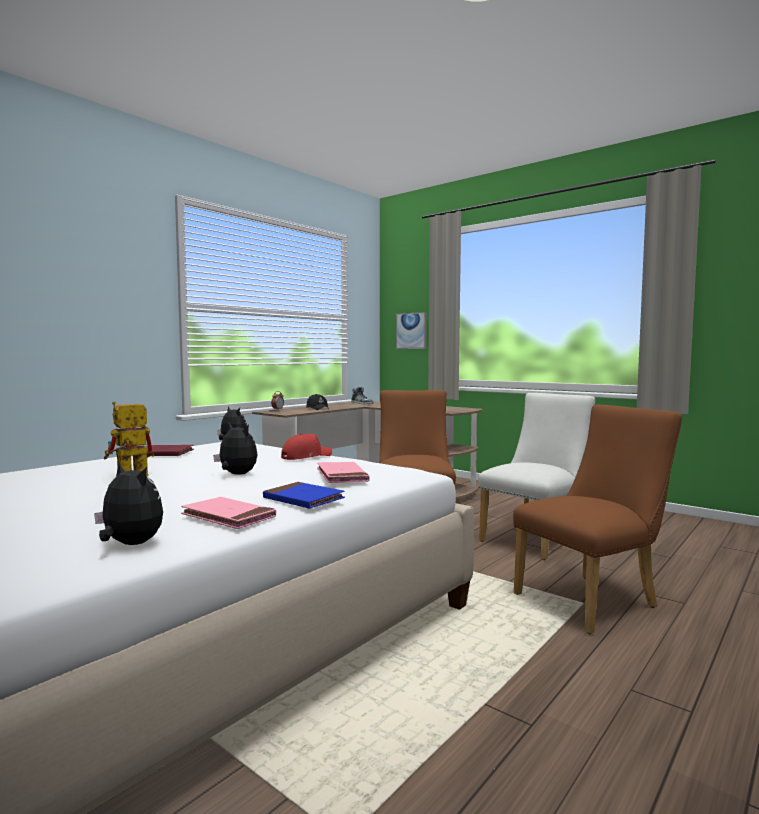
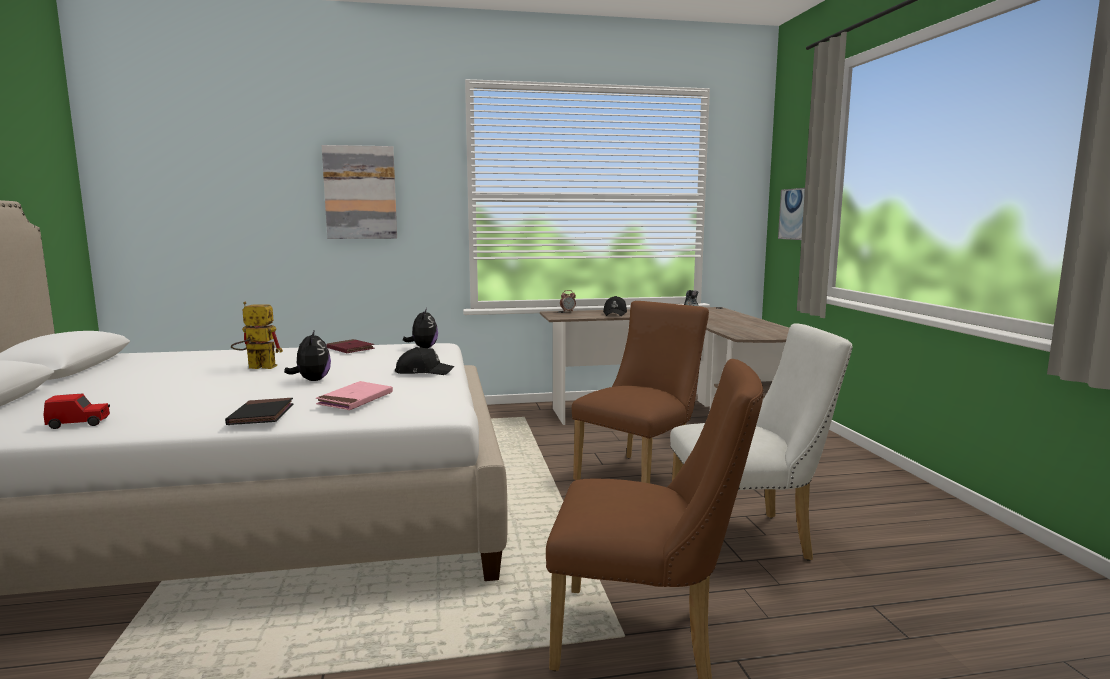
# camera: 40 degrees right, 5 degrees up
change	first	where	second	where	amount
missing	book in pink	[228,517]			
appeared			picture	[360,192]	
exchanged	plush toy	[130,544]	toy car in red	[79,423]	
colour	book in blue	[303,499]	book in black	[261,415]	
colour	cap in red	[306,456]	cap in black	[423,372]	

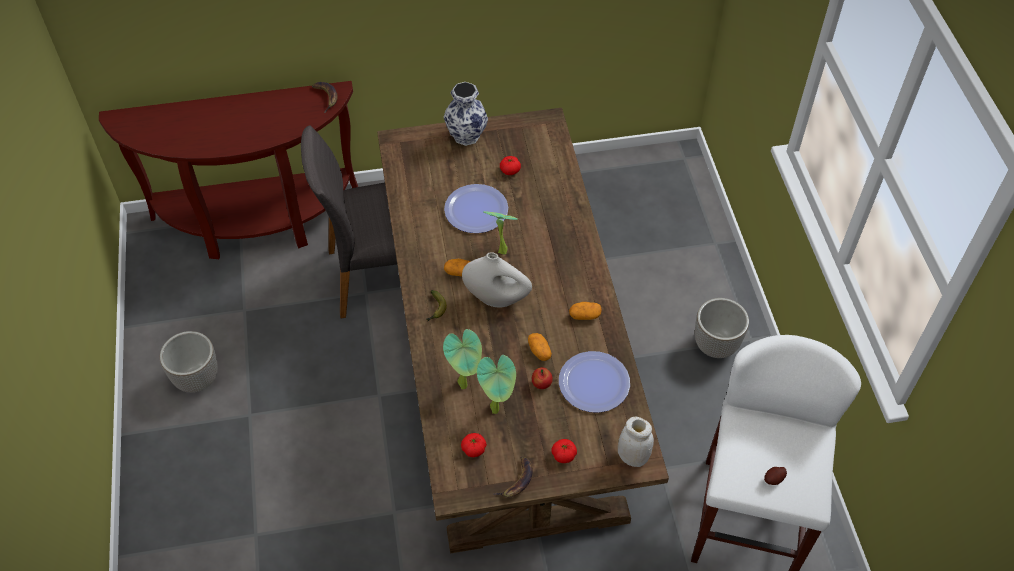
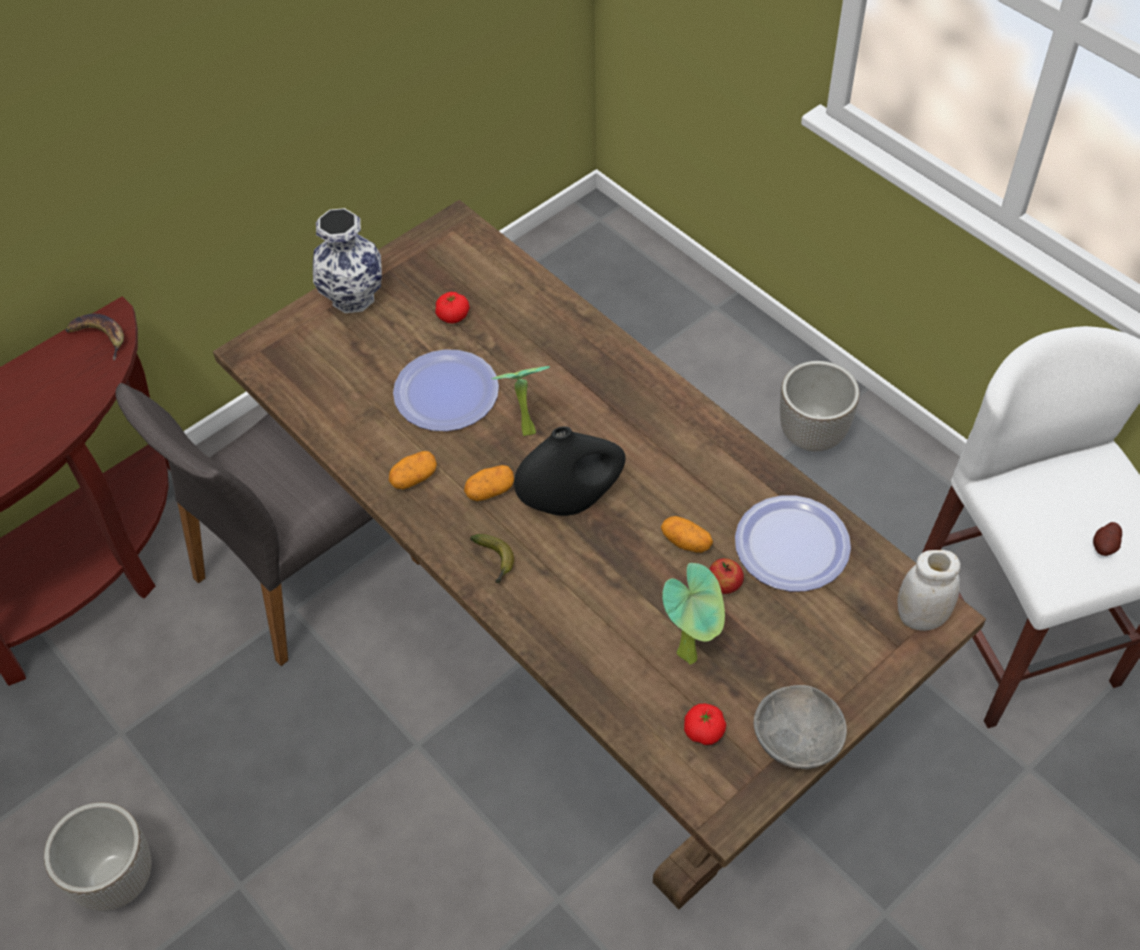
# camera: 30 degrees left, 0 degrees up
change	first	where	second	where	amount
missing	potted plant	[465,384]			
missing	tomato	[563,455]			
relocated	potato	[584,315]		[414,478]	
exchanged	banana	[517,481]	bowl in grey	[798,740]	
colour	vase in white	[497,298]	vase in black	[571,500]	

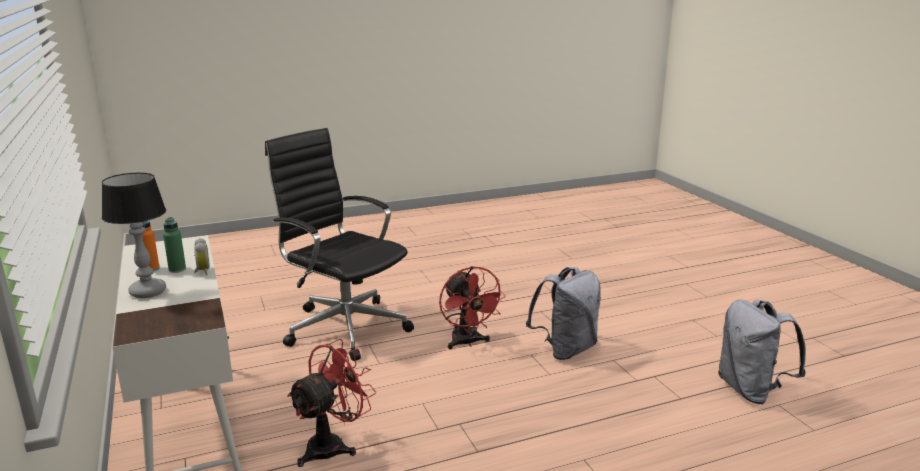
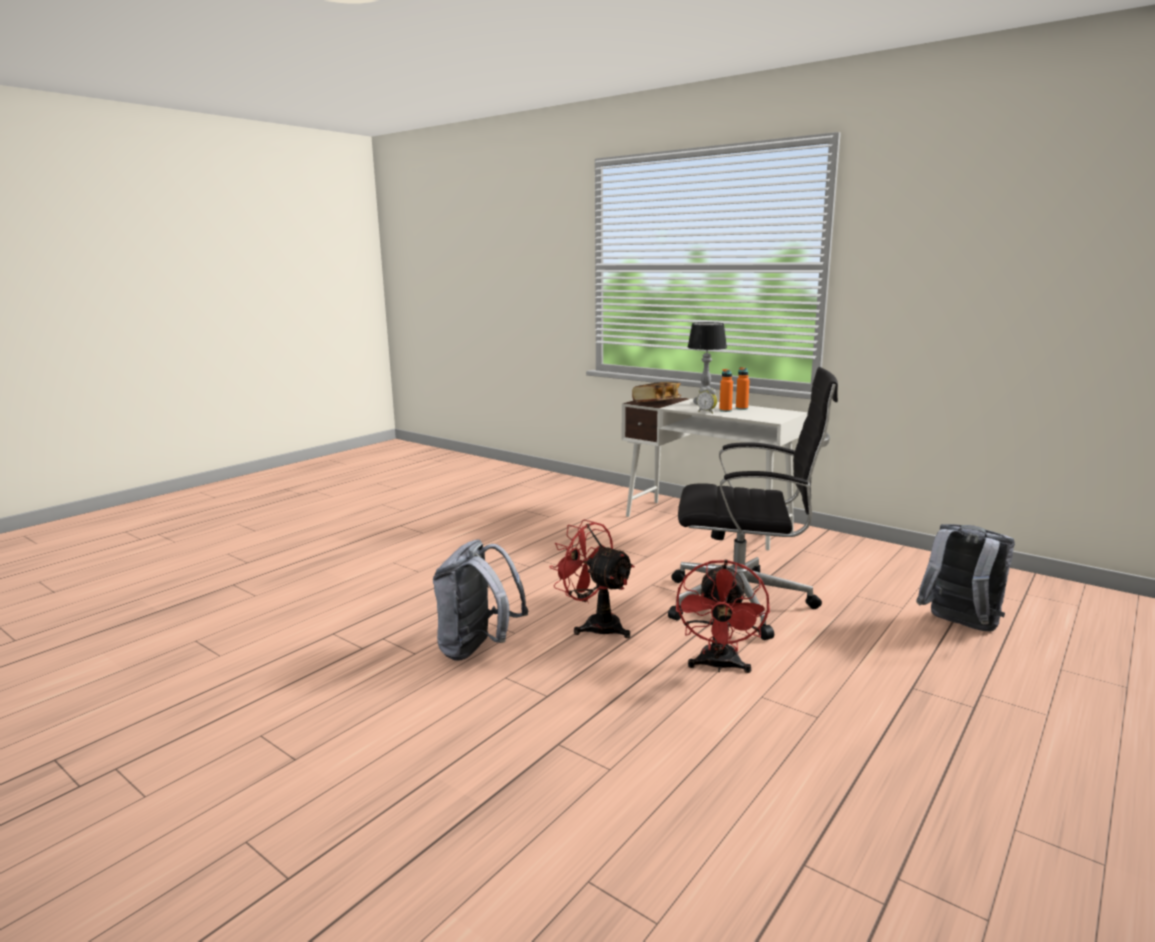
# camera: 150 degrees right, 5 degrees down
change	first	where	second	where	amount
appeared			book	[656,402]	
relocated	fan in red	[333,445]		[719,666]	
relocated	backpack in grey	[751,390]		[959,626]	
colour	bottle in green	[177,269]	bottle in orange	[725,410]	

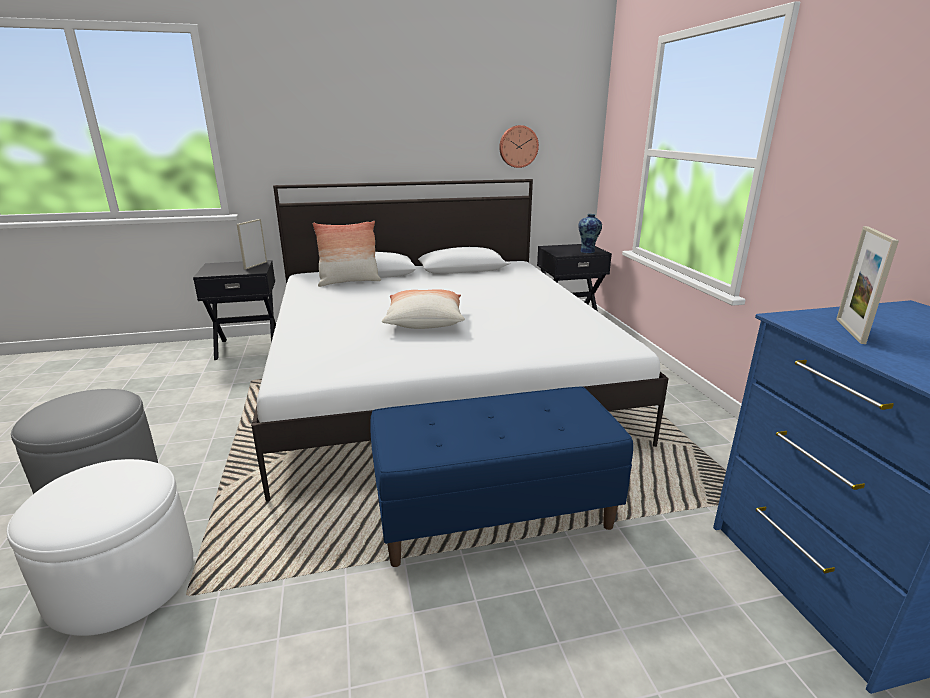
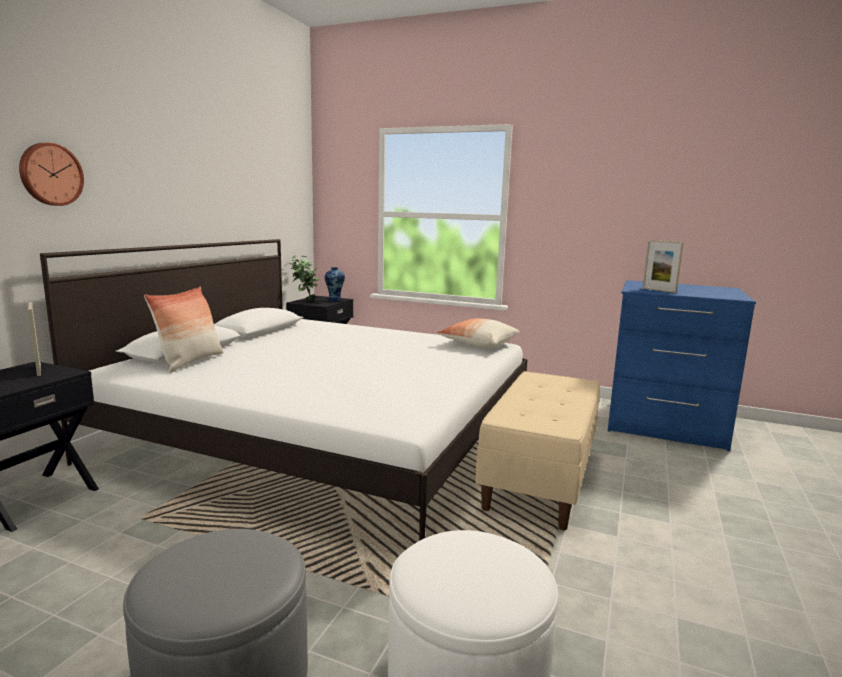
# camera: 55 degrees left, 10 degrees down
change	first	where	second	where	amount
appeared			potted plant	[304,301]	
relocated	pillow	[424,321]		[478,344]	
relocated	wall clock	[518,146]		[50,174]	
colour	bench in blue	[494,513]	bench in beige	[539,477]	

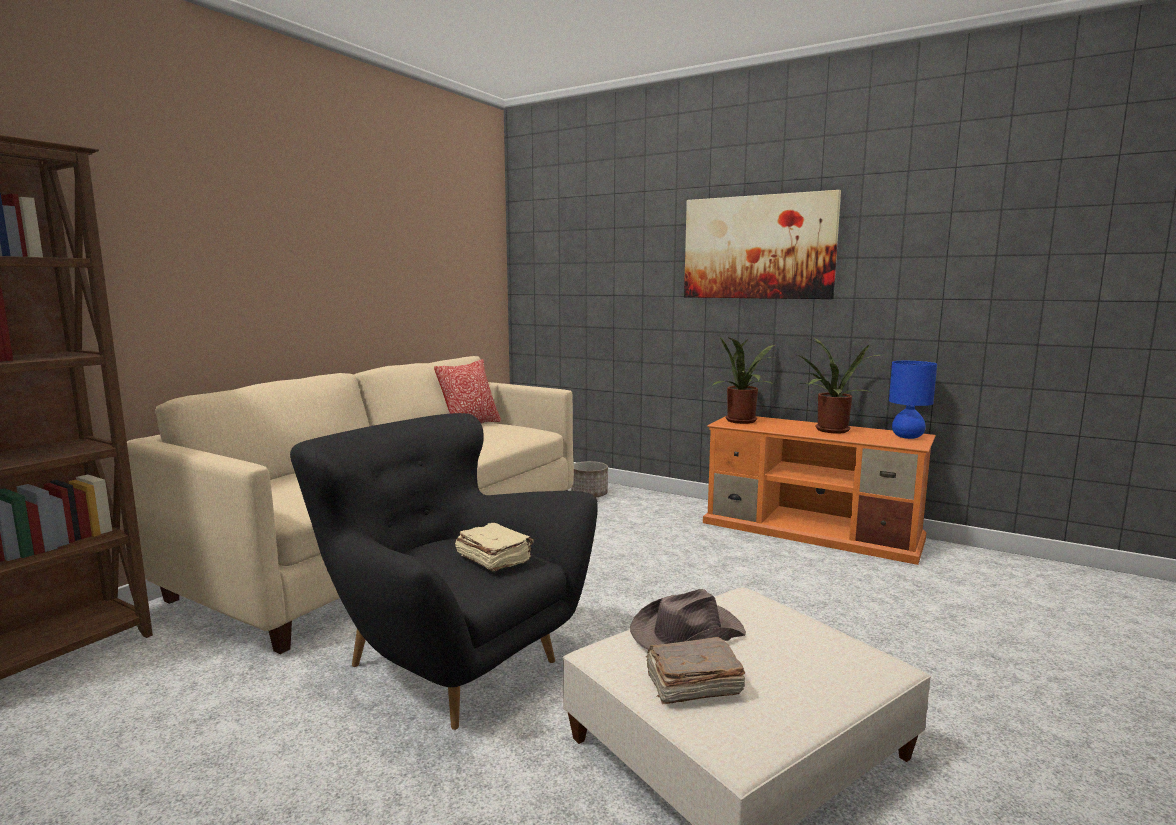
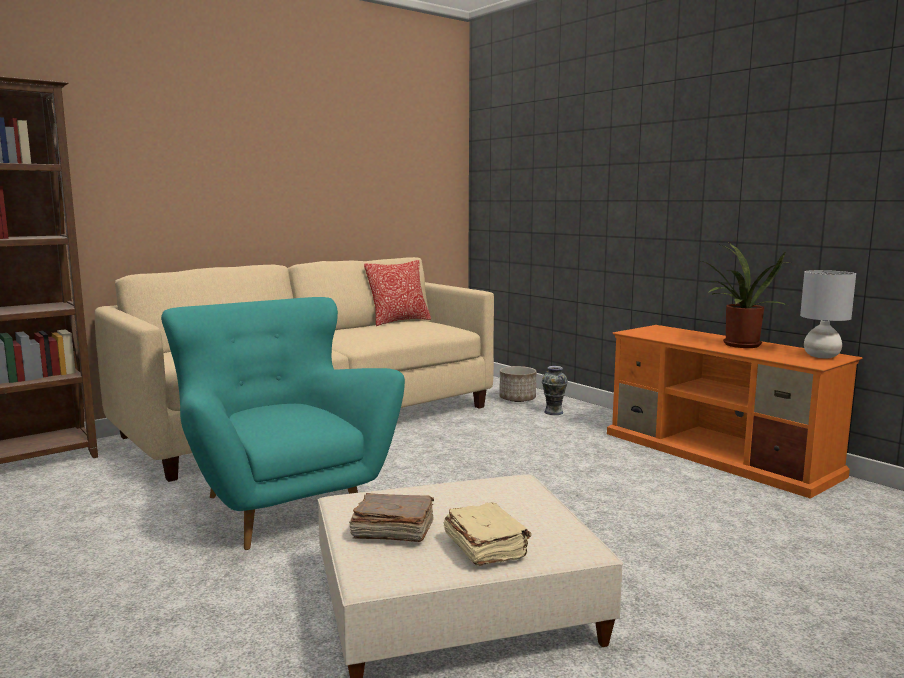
# camera: 20 degrees right, 0 degrees up
change	first	where	second	where	amount
missing	hat in brown	[686,632]			
missing	picture	[758,247]			
missing	potted plant	[743,421]			
appeared			vase	[553,412]	
relocated	book in beige	[494,559]		[485,548]	
colour	armchair in black	[448,662]	armchair in turquoise	[280,506]	
colour	table lamp in blue	[907,436]	table lamp in grey	[821,356]	

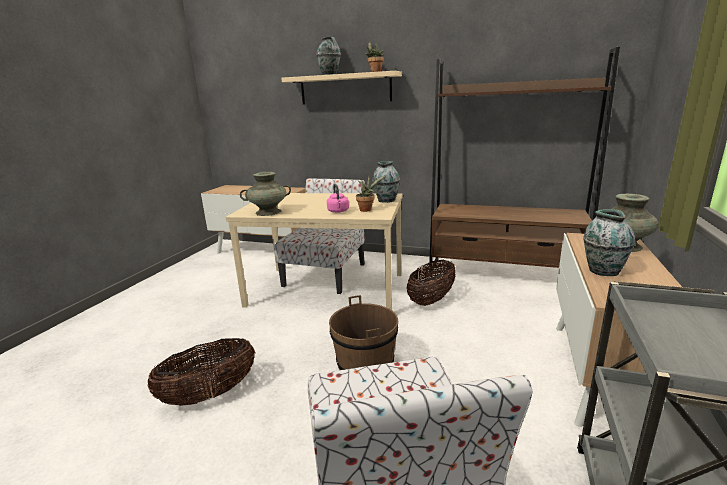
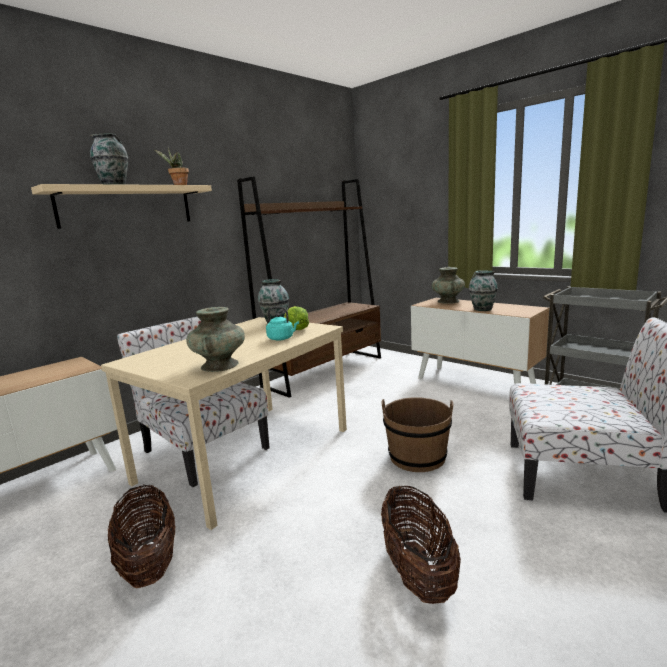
# camera: 65 degrees left, 5 degrees down
change	first	where	second	where	amount
relocated	basket	[431,300]		[149,563]	
exchanged	potted plant	[367,209]	lettuce	[296,330]	
colour	kettle in pink	[338,211]	kettle in turquoise	[282,338]	

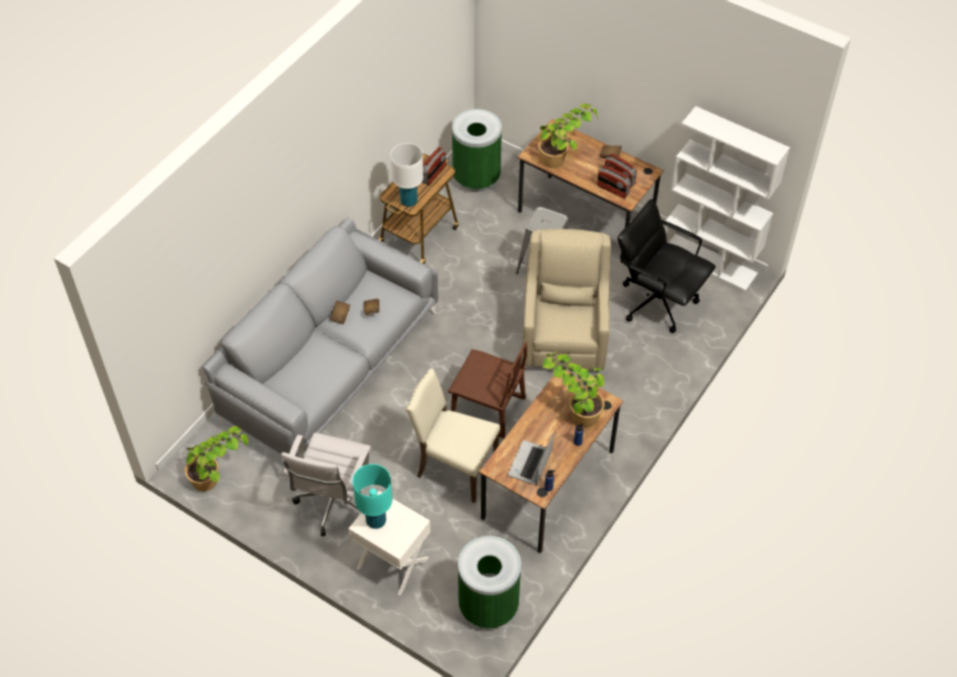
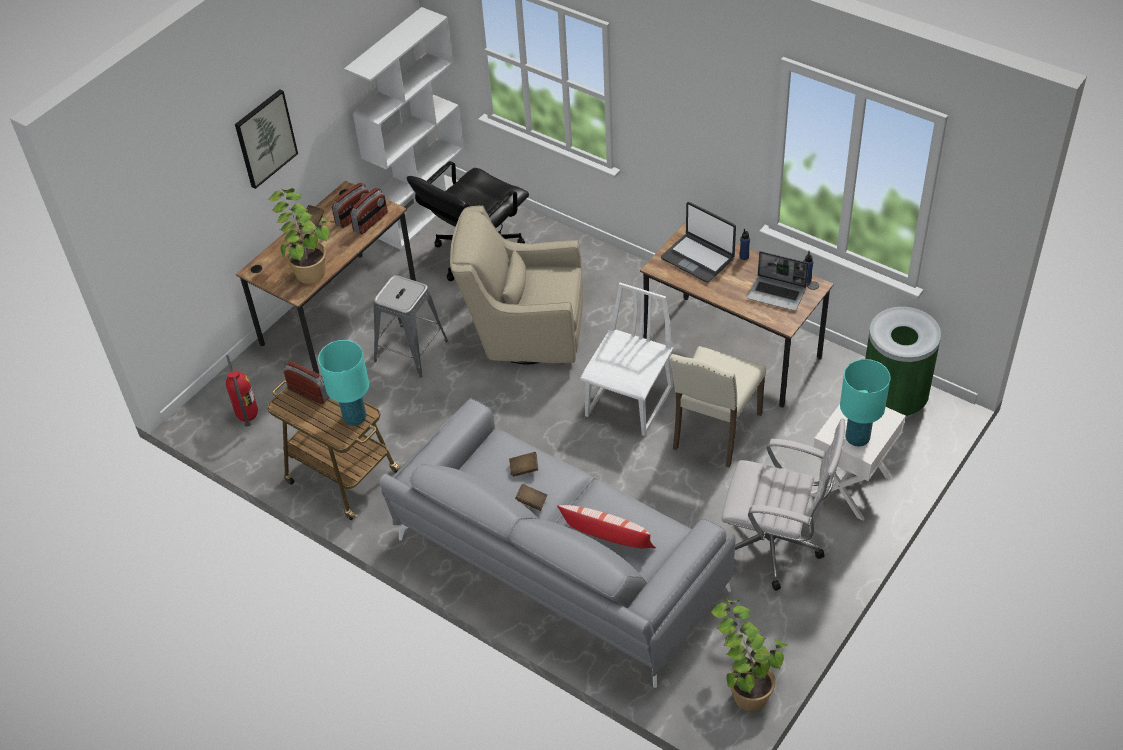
# camera: 85 degrees left, 5 degrees down
change	first	where	second	where	amount
appeared			picture	[265,138]	
appeared			pillow	[607,539]	
exchanged	trash can in green	[476,177]	fire extinguisher	[247,417]	
exchanged	potted plant	[575,407]	laptop	[698,258]	
colour	table lamp in white	[408,201]	table lamp in turquoise	[355,418]	
colour	chair in brown	[488,409]	chair in white	[630,402]	

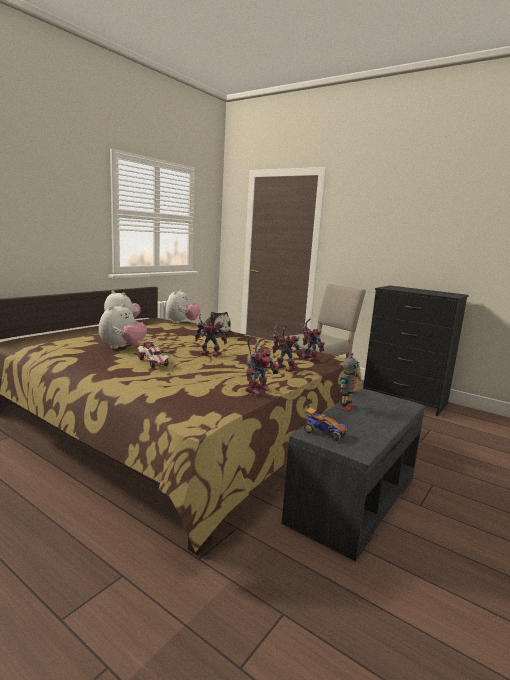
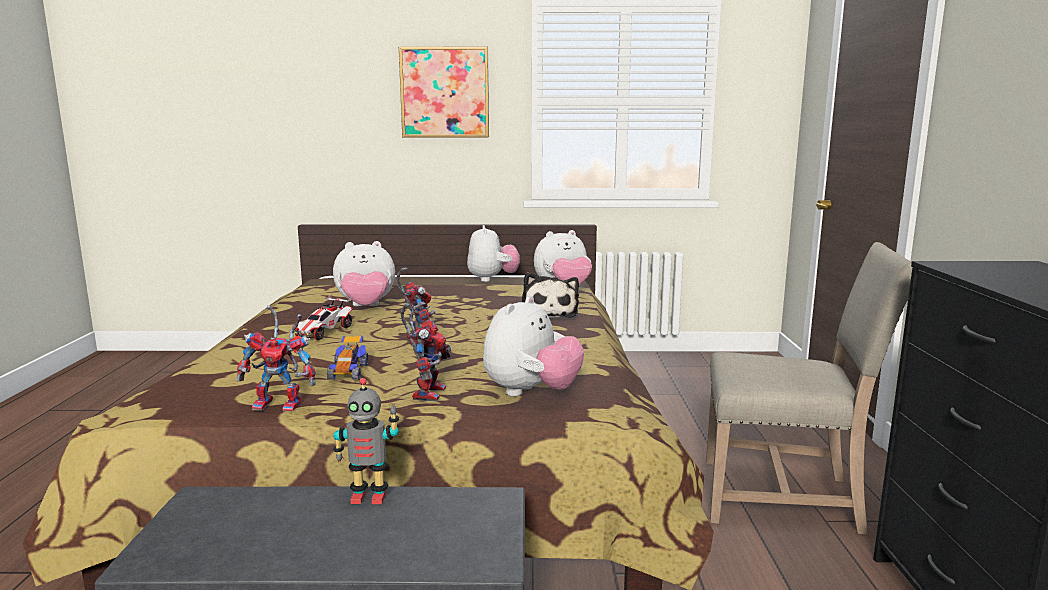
# camera: 55 degrees right, 0 degrees up
change	first	where	second	where	amount
appeared			picture	[445,92]	
relocated	toy car	[323,432]		[348,372]	
exchanged	toy robot	[308,359]	plush toy	[531,393]	

